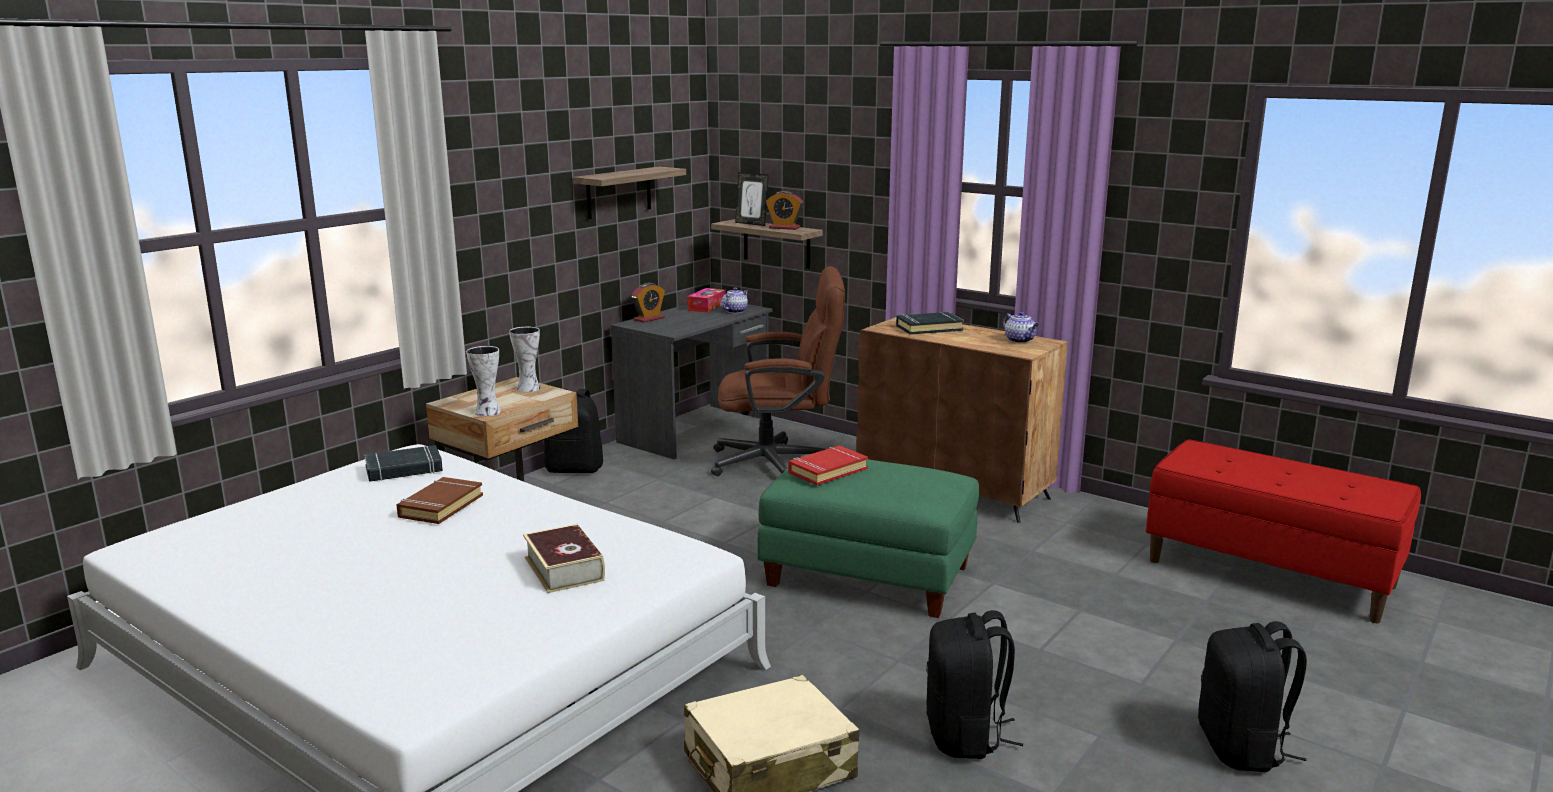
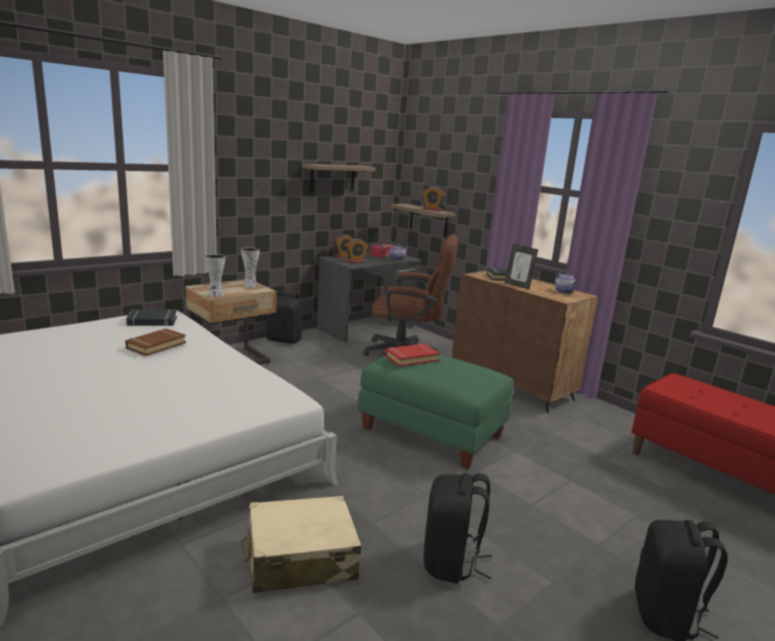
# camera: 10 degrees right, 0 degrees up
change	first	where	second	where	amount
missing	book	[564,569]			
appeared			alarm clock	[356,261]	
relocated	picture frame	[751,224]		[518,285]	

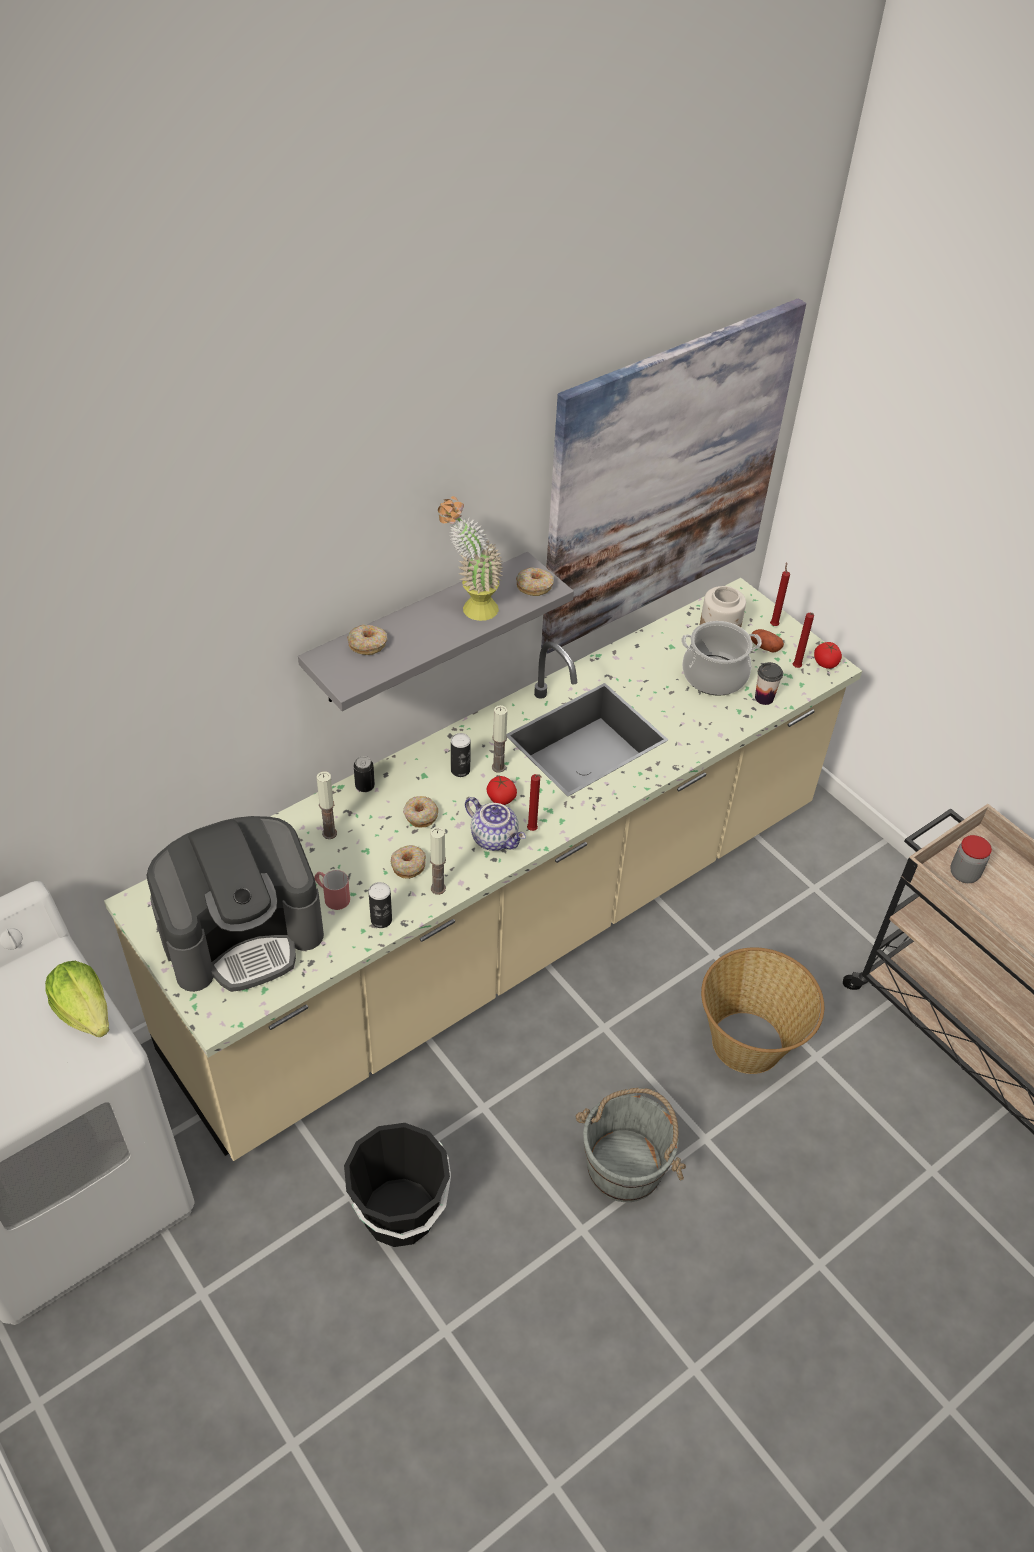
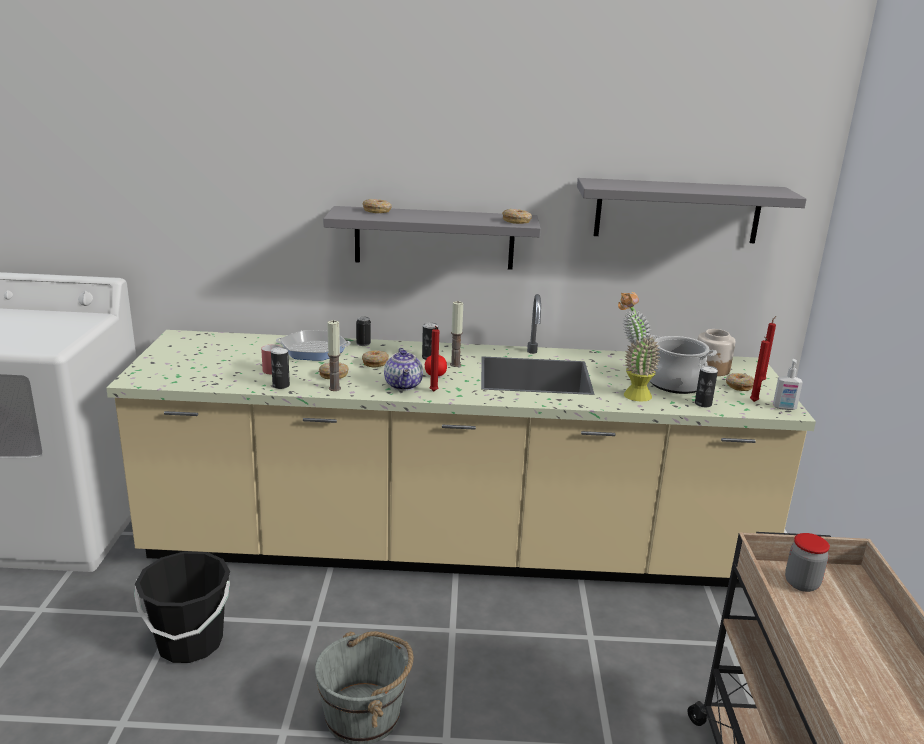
# camera: 40 degrees right, 25 degrees down
change	first	where	second	where	amount
missing	lettuce	[85,1011]			
missing	coffee machine	[243,933]			
missing	basket	[748,1043]			
relocated	potted plant	[470,608]		[630,393]	
exchanged	candle	[329,833]	frying pan	[313,350]	
exchanged	picture	[664,479]	shelf in grey	[677,211]	
exchanged	potato	[764,647]	donut	[738,386]	
exchanged	cup	[764,698]	can	[703,404]	
exchanged	tomato	[825,663]	soap dispenser	[784,408]	

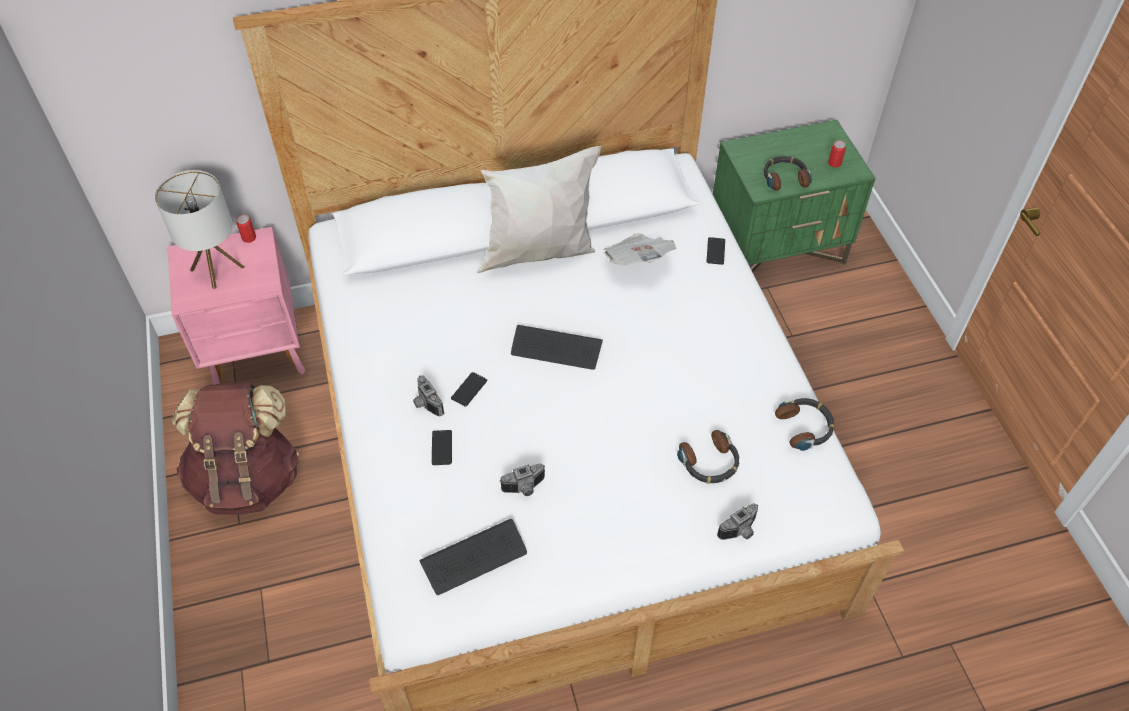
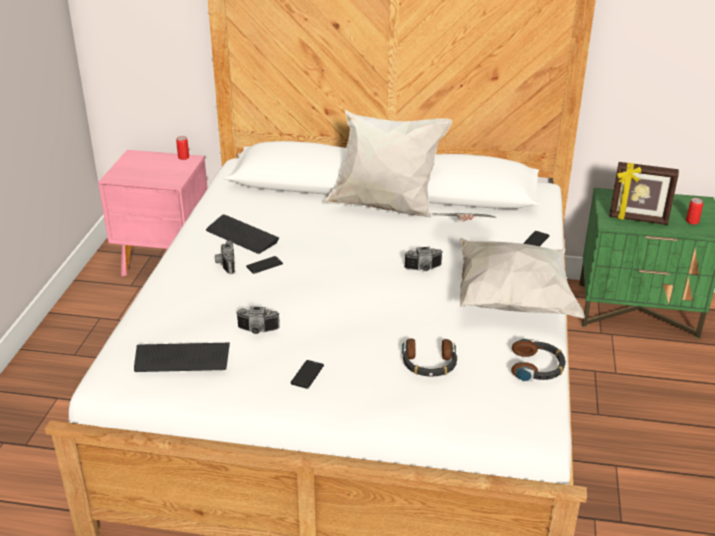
# camera: 25 degrees right, 20 degrees down
change	first	where	second	where	amount
missing	table lamp	[217,268]			
missing	backpack in brown	[248,478]			
appeared			pillow in white	[512,300]	
relocated	phone	[442,448]		[307,374]	
relocated	keyboard	[556,348]		[241,236]	
relocated	photo camera	[741,531]		[424,269]	
exchanged	headphones	[785,177]	picture frame	[638,219]	

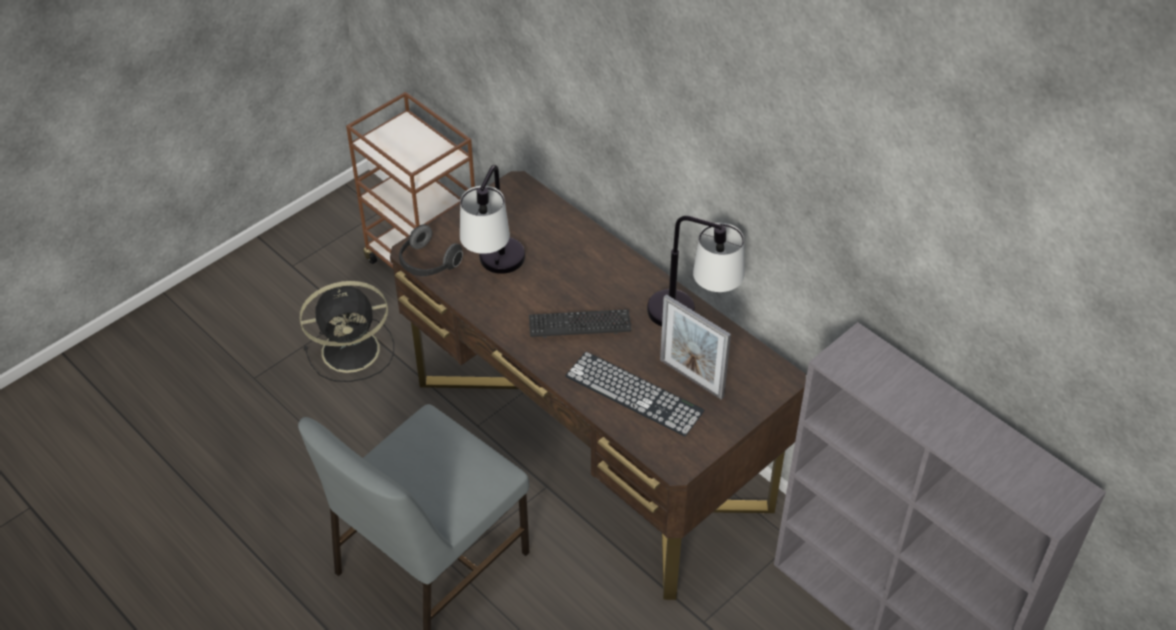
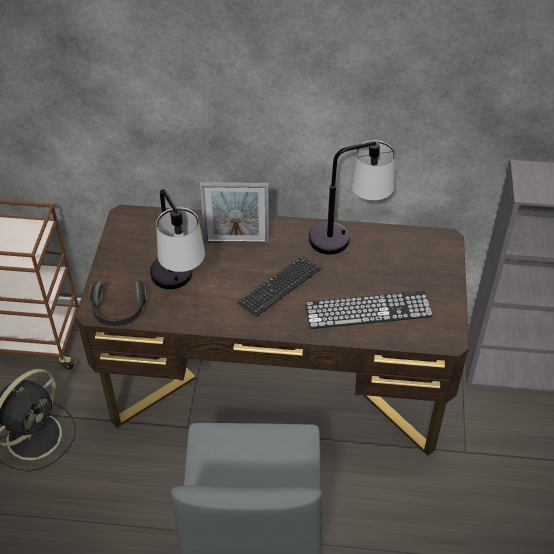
# camera: 40 degrees left, 0 degrees up
change	first	where	second	where	amount
relocated	picture frame	[691,378]		[236,242]	

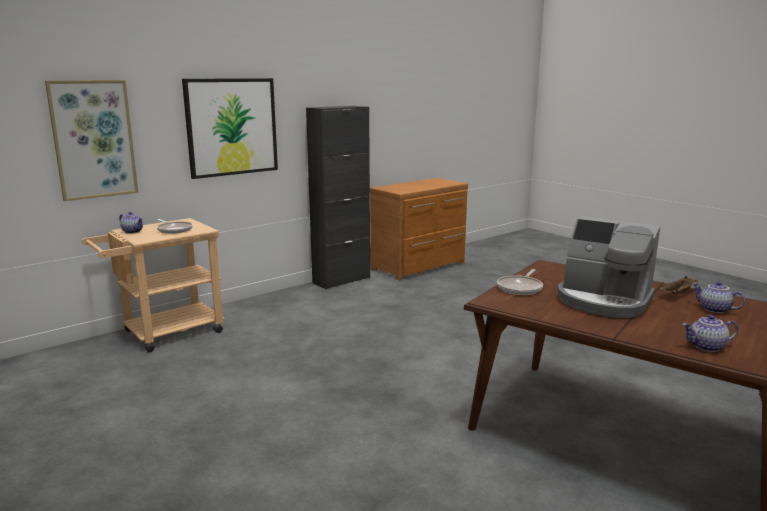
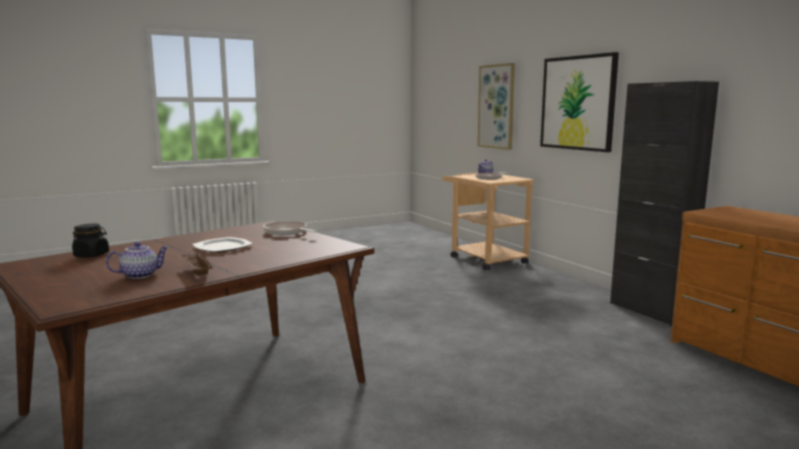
# camera: 100 degrees right, 5 degrees down
change	first	where	second	where	amount
exchanged	coffee machine	[603,301]	plate	[222,247]	
exchanged	teapot	[707,347]	jar in black	[92,255]	

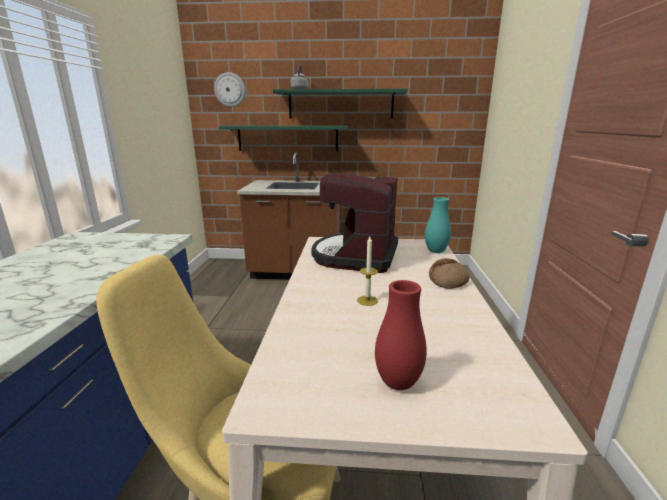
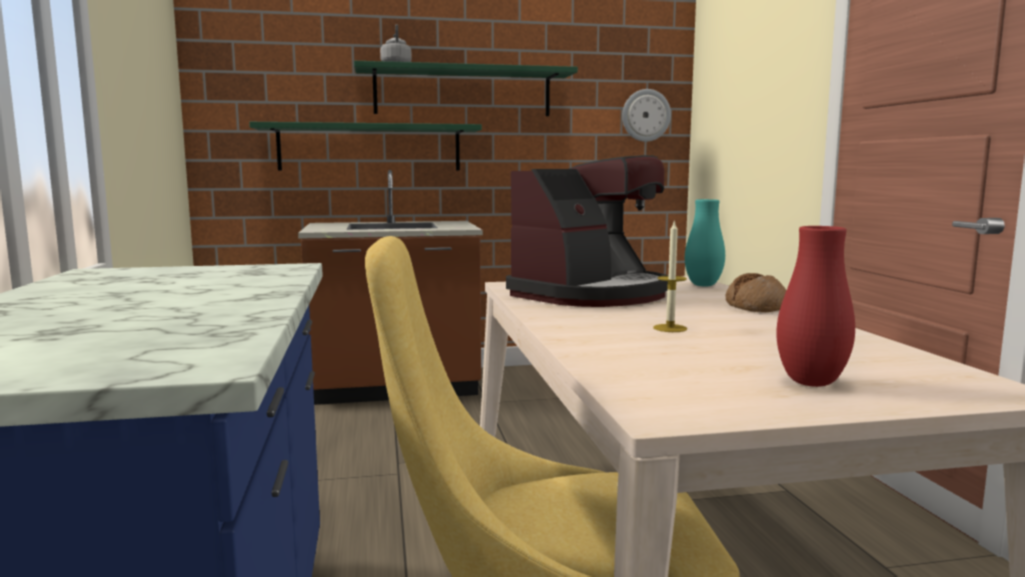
# camera: 15 degrees left, 10 degrees down
change	first	where	second	where	amount
relocated	wall clock	[230,90]		[645,115]	
spun	coffee machine	[356,256]		[592,294]	135 degrees counterclockwise

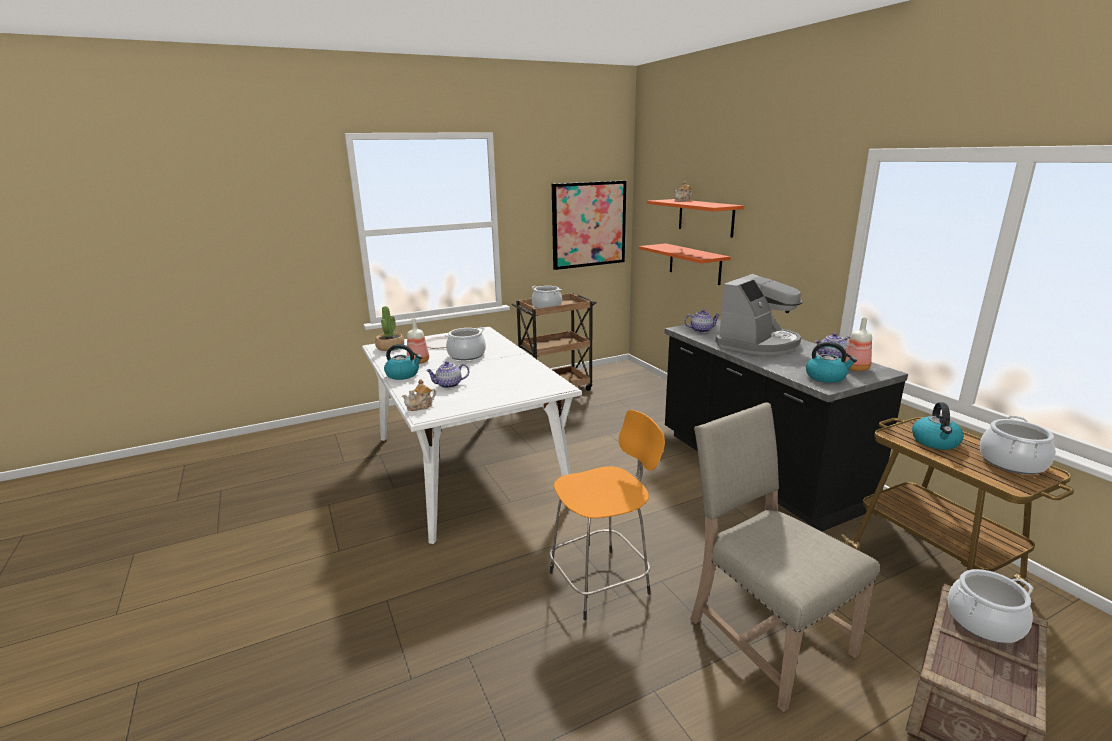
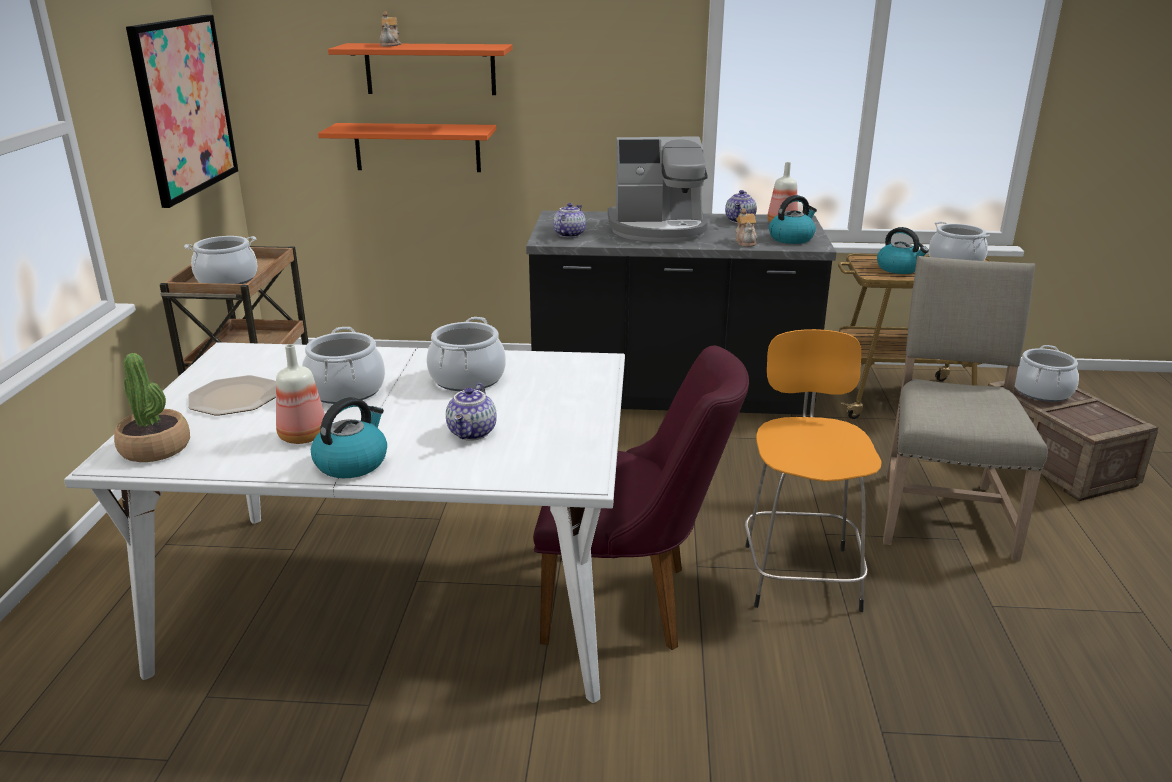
# camera: 60 degrees left, 5 degrees up
change	first	where	second	where	amount
appeared			cooking pot	[467,378]	
appeared			chair in purple	[631,603]	
relocated	teapot	[420,406]		[746,242]	
spun	chair in beige	[764,635]		[942,511]	105 degrees clockwise
spun	coffee machine	[758,344]		[658,229]	105 degrees clockwise

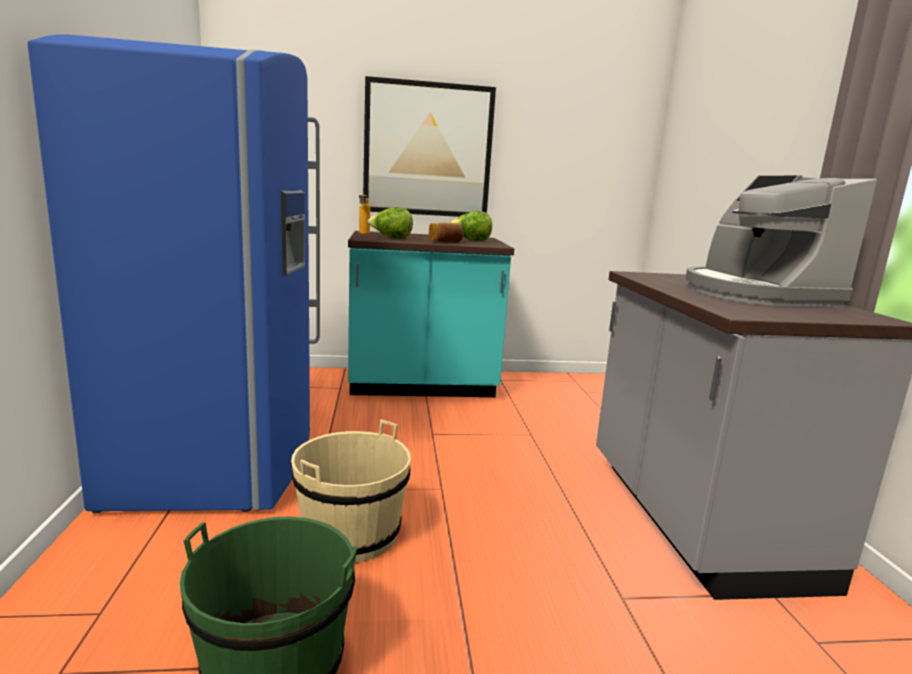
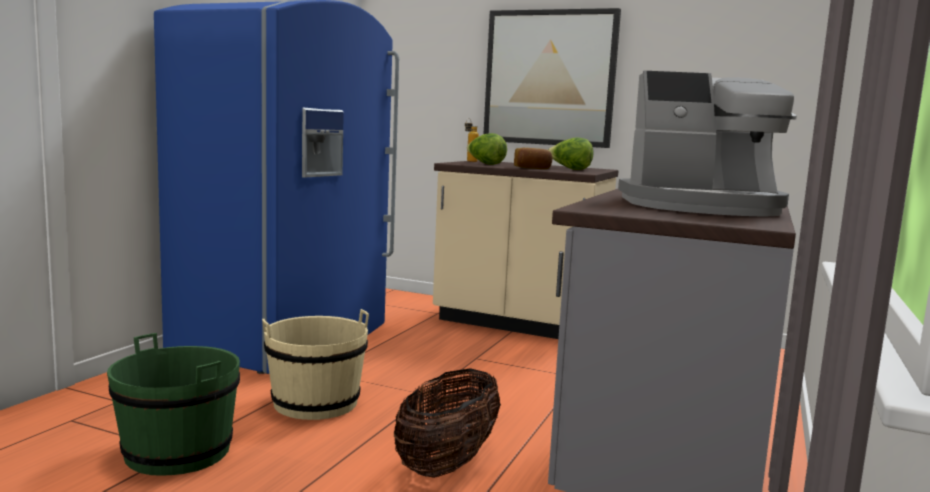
# camera: 30 degrees right, 5 degrees down
change	first	where	second	where	amount
appeared			basket	[447,463]	
colour	counter in turquoise	[422,386]	counter in beige	[519,323]	
spun	coffee machine	[755,294]		[701,207]	105 degrees counterclockwise

